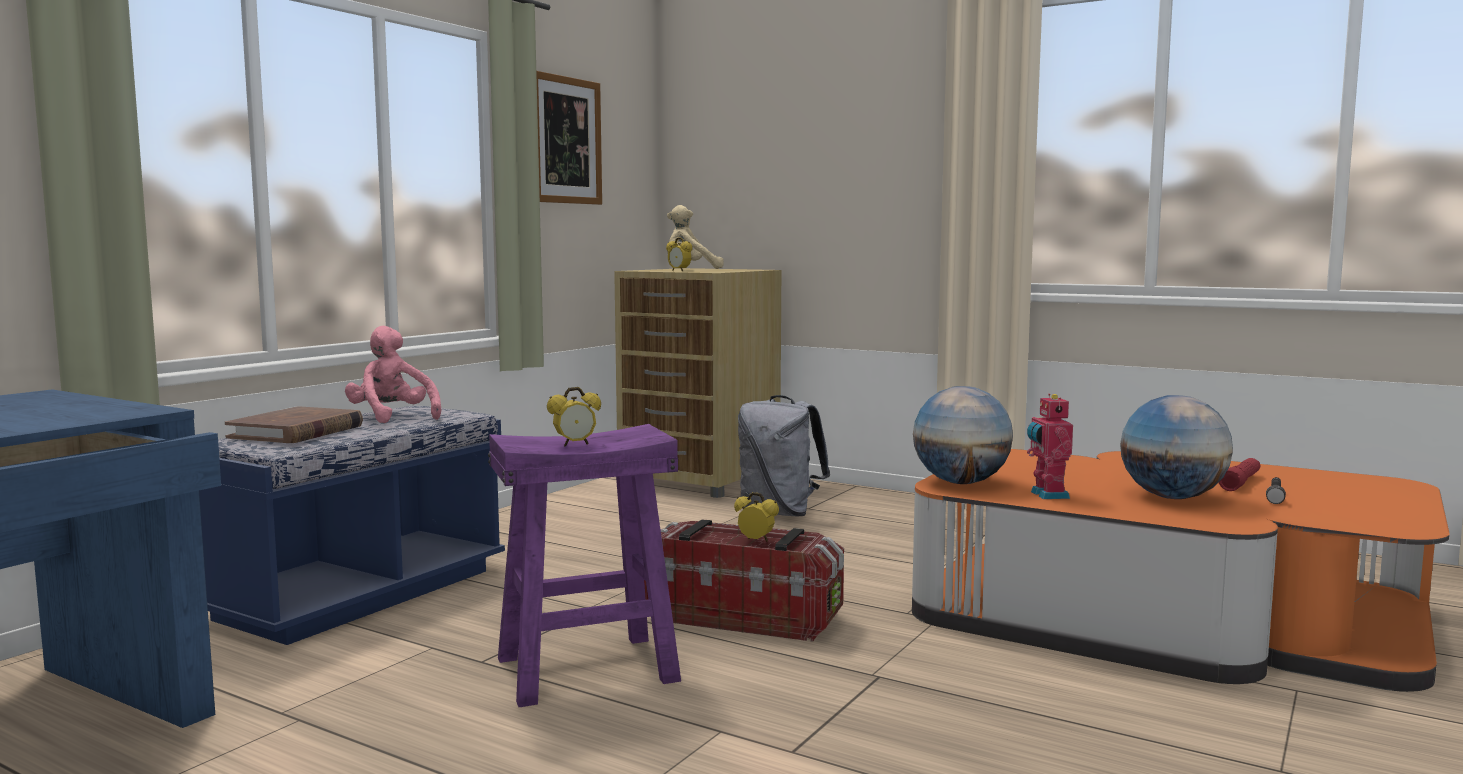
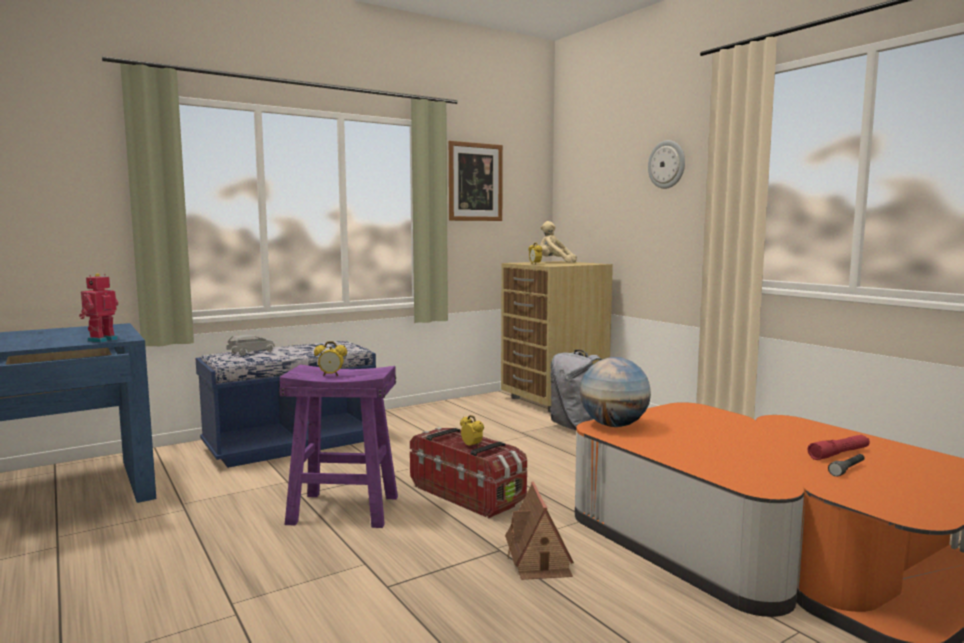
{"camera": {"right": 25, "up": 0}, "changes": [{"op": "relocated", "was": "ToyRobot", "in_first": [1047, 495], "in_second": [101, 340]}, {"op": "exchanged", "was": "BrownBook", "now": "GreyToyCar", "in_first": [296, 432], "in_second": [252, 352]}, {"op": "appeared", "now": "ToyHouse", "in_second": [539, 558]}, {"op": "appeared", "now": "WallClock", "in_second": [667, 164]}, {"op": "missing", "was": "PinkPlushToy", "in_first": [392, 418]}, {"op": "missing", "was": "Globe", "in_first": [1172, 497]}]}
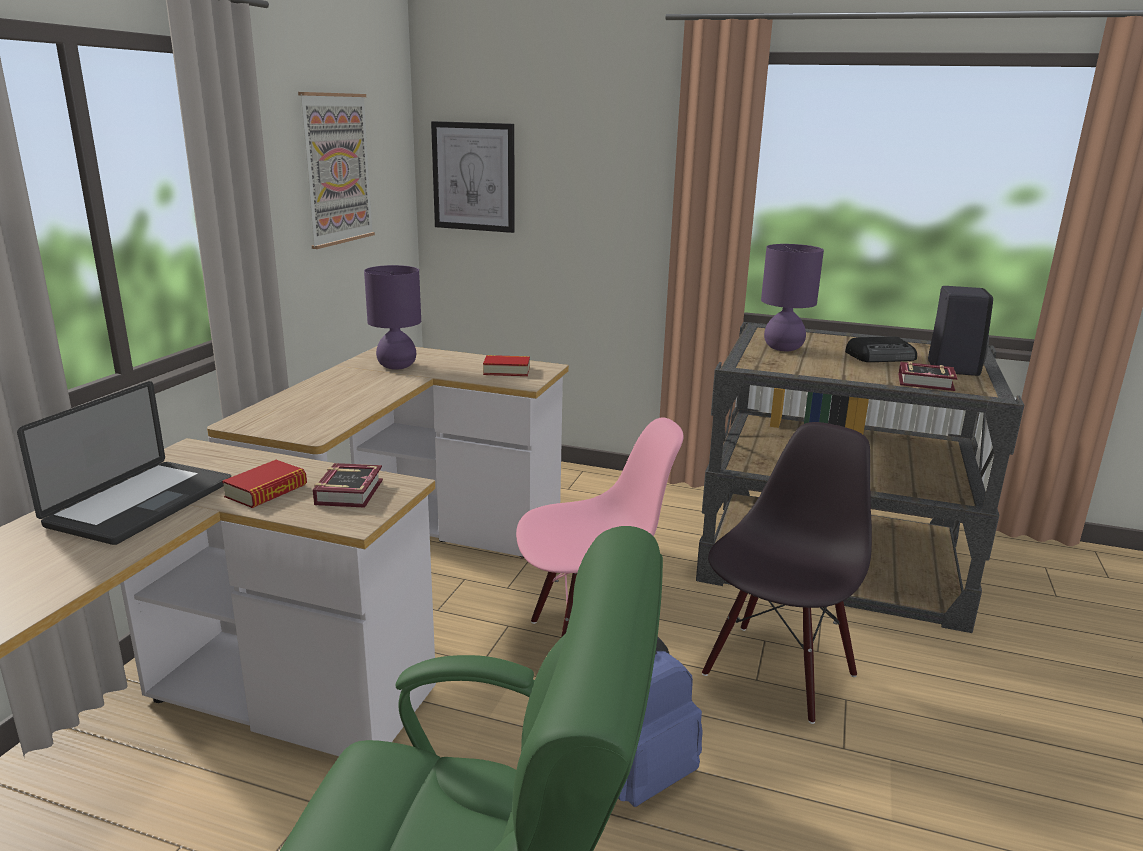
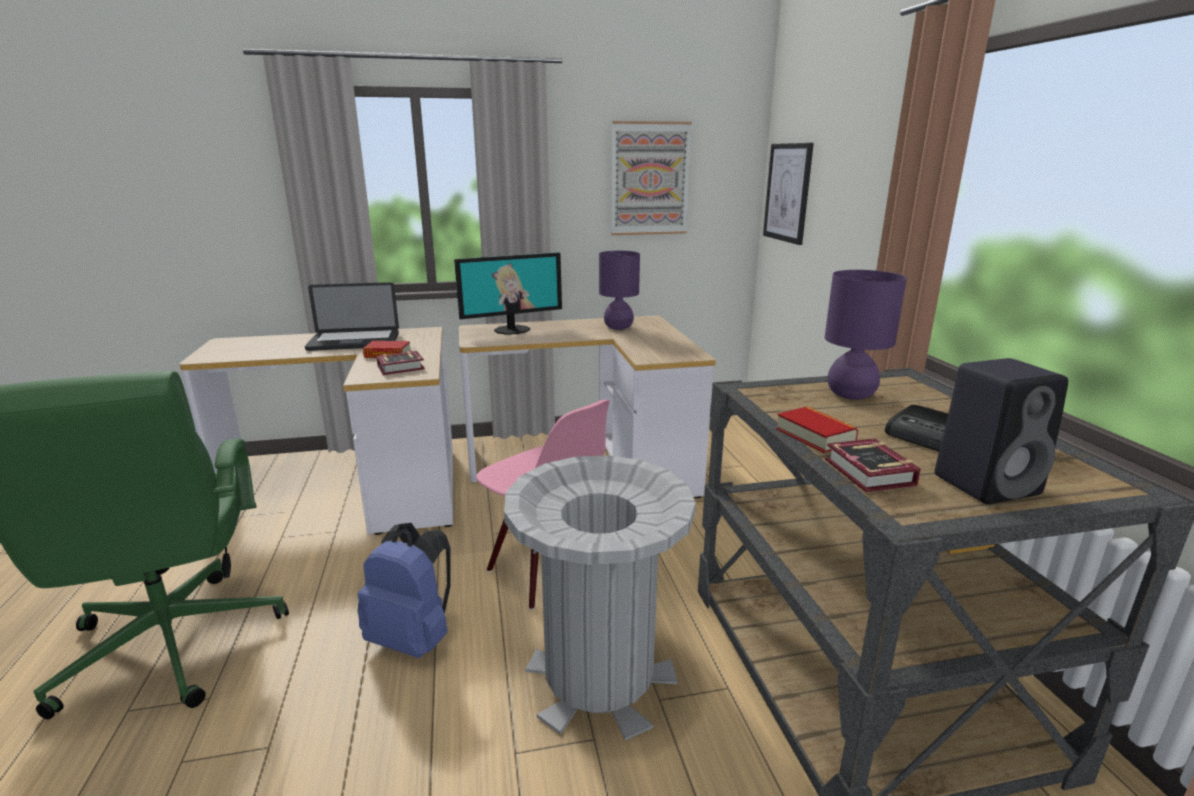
{"camera": {"right": 60, "up": 0}, "changes": [{"op": "appeared", "now": "Monitor", "in_second": [512, 330]}, {"op": "exchanged", "was": "BlackChair", "now": "GreyTrashCan", "in_first": [777, 672], "in_second": [599, 679]}, {"op": "relocated", "was": "Book", "in_first": [506, 371], "in_second": [815, 436]}]}
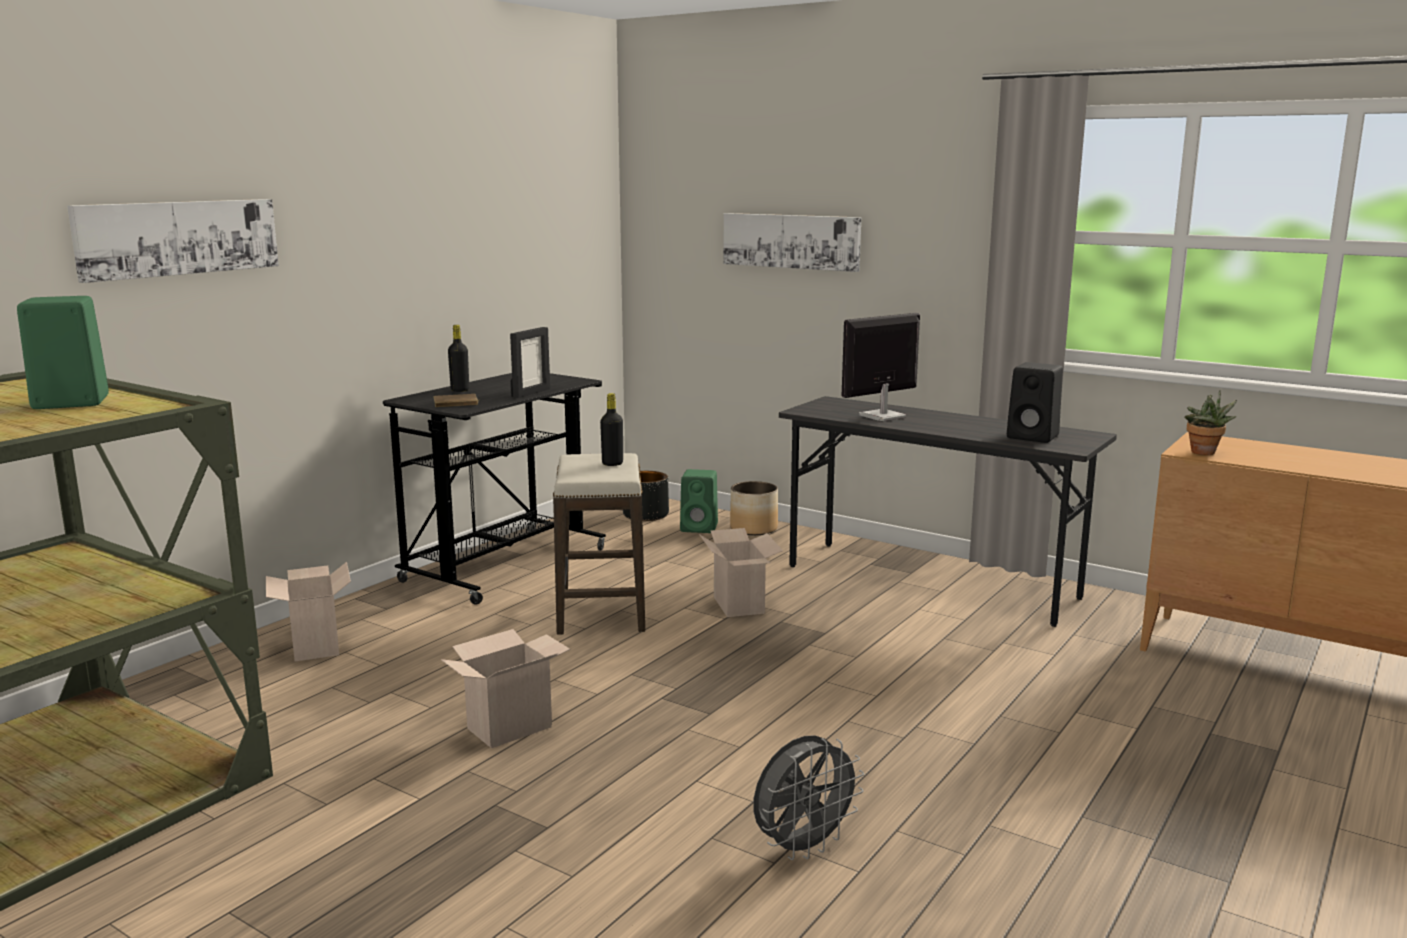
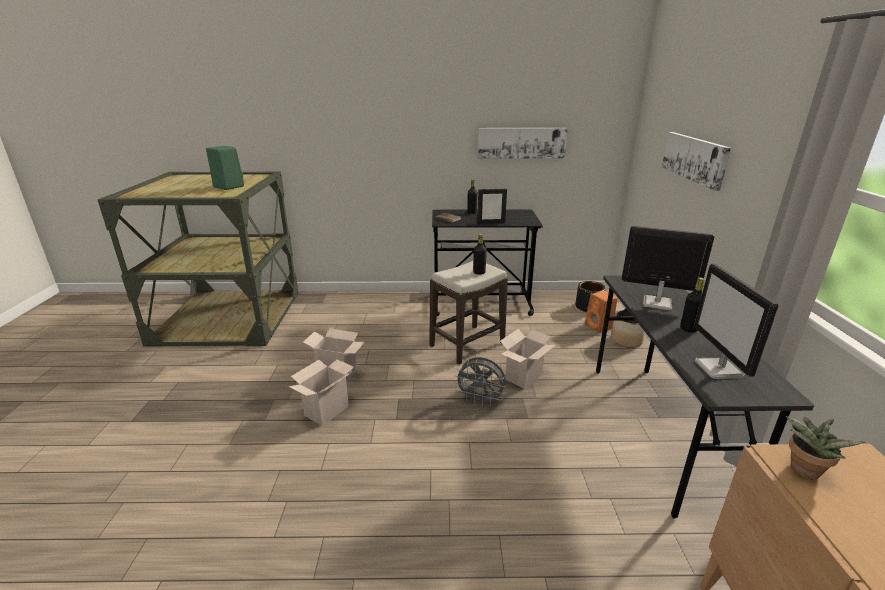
{"camera": {"right": 55, "up": 10}, "changes": [{"op": "relocated", "was": "CardboardBox", "in_first": [313, 646], "in_second": [327, 410]}, {"op": "relocated", "was": "GreyFan", "in_first": [803, 847], "in_second": [480, 401]}, {"op": "relocated", "was": "Picture", "in_first": [178, 238], "in_second": [521, 143]}, {"op": "colour", "was": "GreenSpeaker", "now": "OrangeSpeaker", "in_first": [700, 528], "in_second": [599, 326]}, {"op": "appeared", "now": "BlackBottle", "in_second": [688, 329]}, {"op": "exchanged", "was": "BlackSpeaker", "now": "Monitor", "in_first": [1034, 437], "in_second": [719, 369]}]}
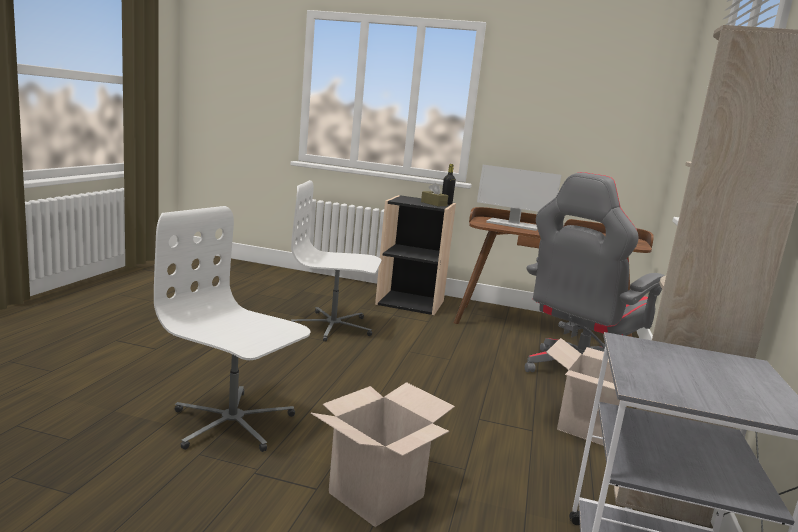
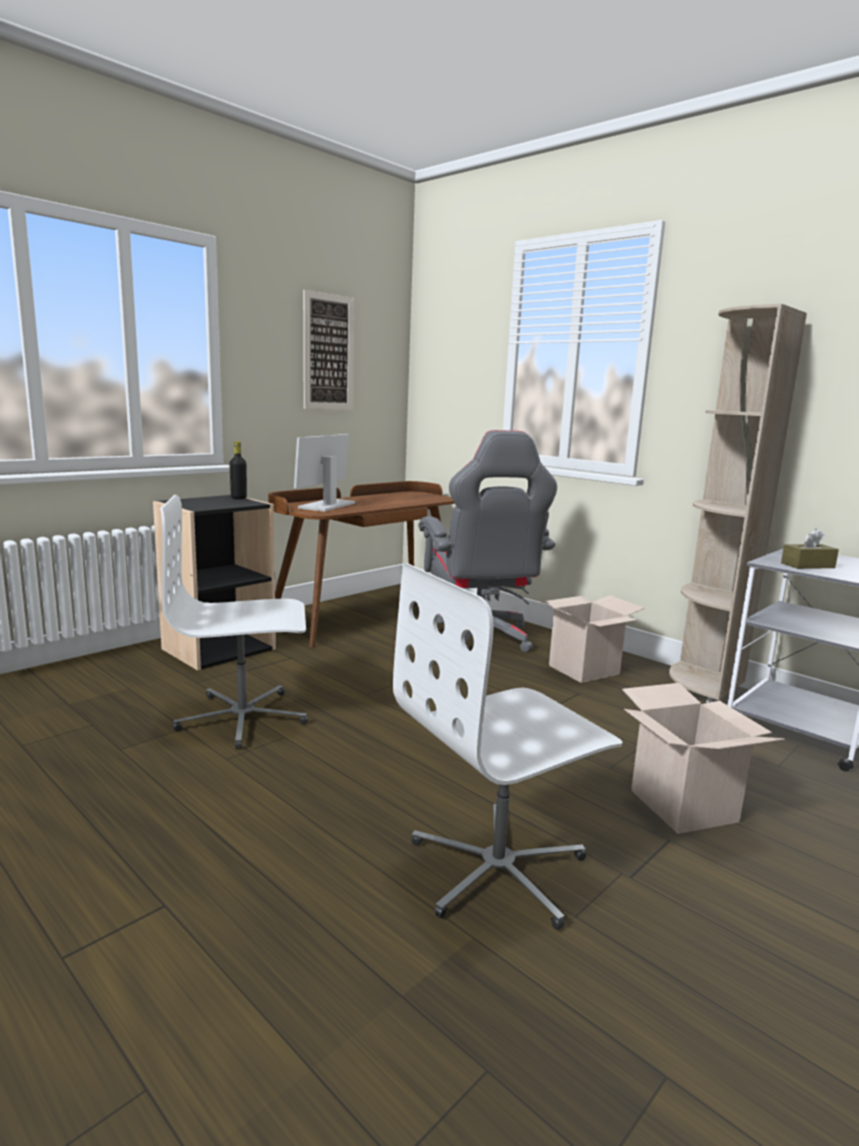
{"camera": {"right": -60, "up": 0}, "changes": [{"op": "spun", "was": "WhiteOfficeChair", "in_first": [333, 326], "in_second": [243, 718], "clockwise": 45}, {"op": "spun", "was": "Monitor", "in_first": [512, 225], "in_second": [327, 505], "clockwise": 150}, {"op": "appeared", "now": "Picture", "in_second": [328, 352]}, {"op": "relocated", "was": "BrownTissueBox", "in_first": [433, 204], "in_second": [807, 565]}]}
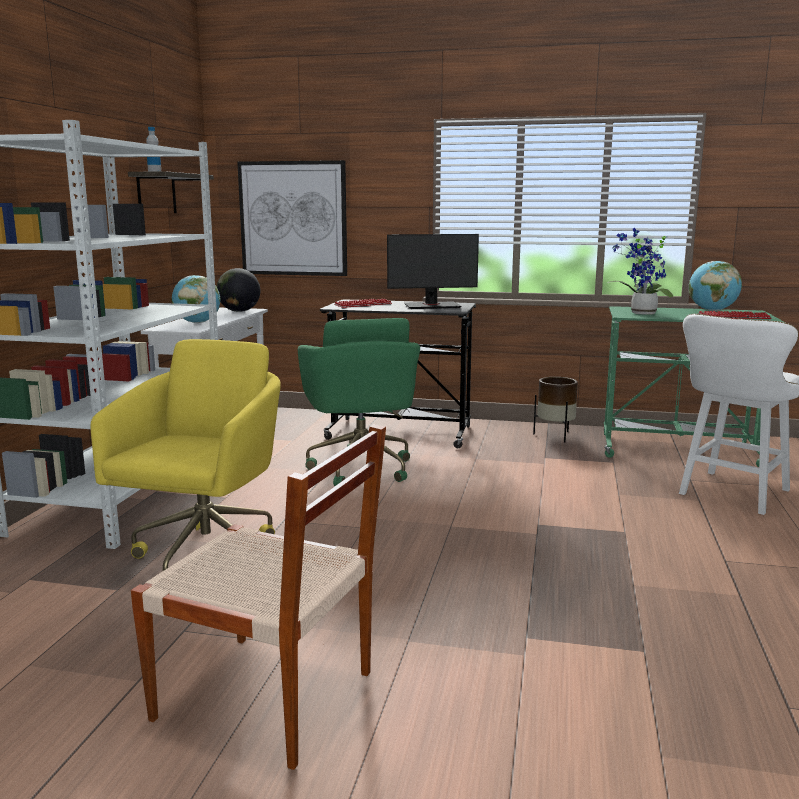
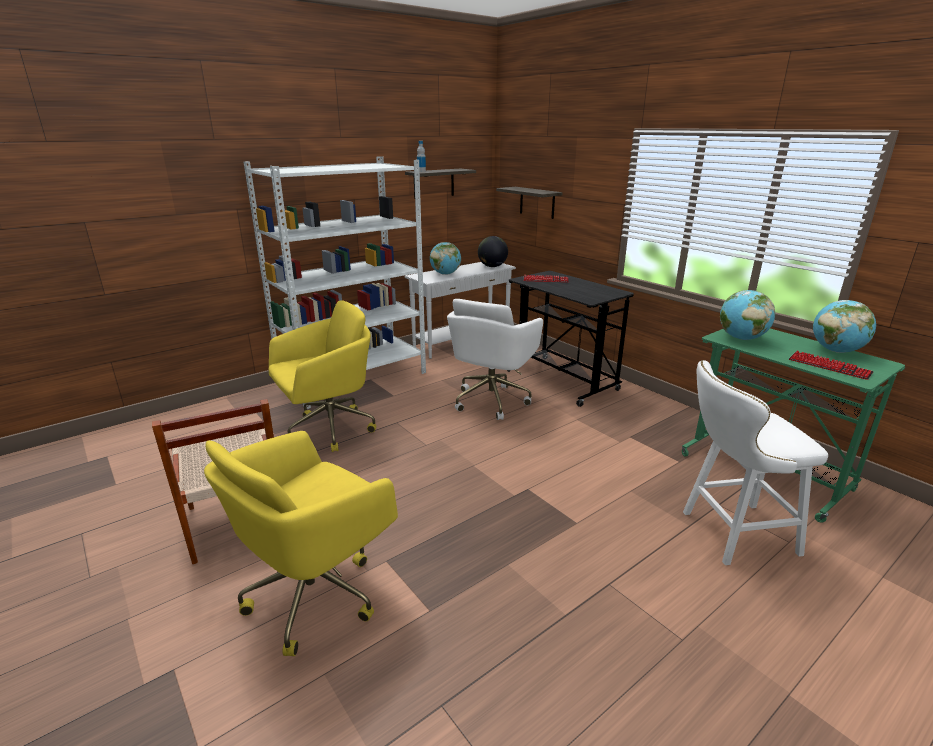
{"camera": {"right": 40, "up": 10}, "changes": [{"op": "appeared", "now": "YellowOfficeChair", "in_second": [318, 594]}, {"op": "colour", "was": "GreenOfficeChair", "now": "WhiteOfficeChair", "in_first": [360, 467], "in_second": [492, 400]}, {"op": "exchanged", "was": "Picture", "now": "Shelf", "in_first": [293, 218], "in_second": [537, 202]}, {"op": "exchanged", "was": "PottedPlant", "now": "Globe", "in_first": [640, 313], "in_second": [741, 338]}, {"op": "missing", "was": "Monitor", "in_first": [432, 306]}, {"op": "missing", "was": "BrownPlanter", "in_first": [555, 436]}]}
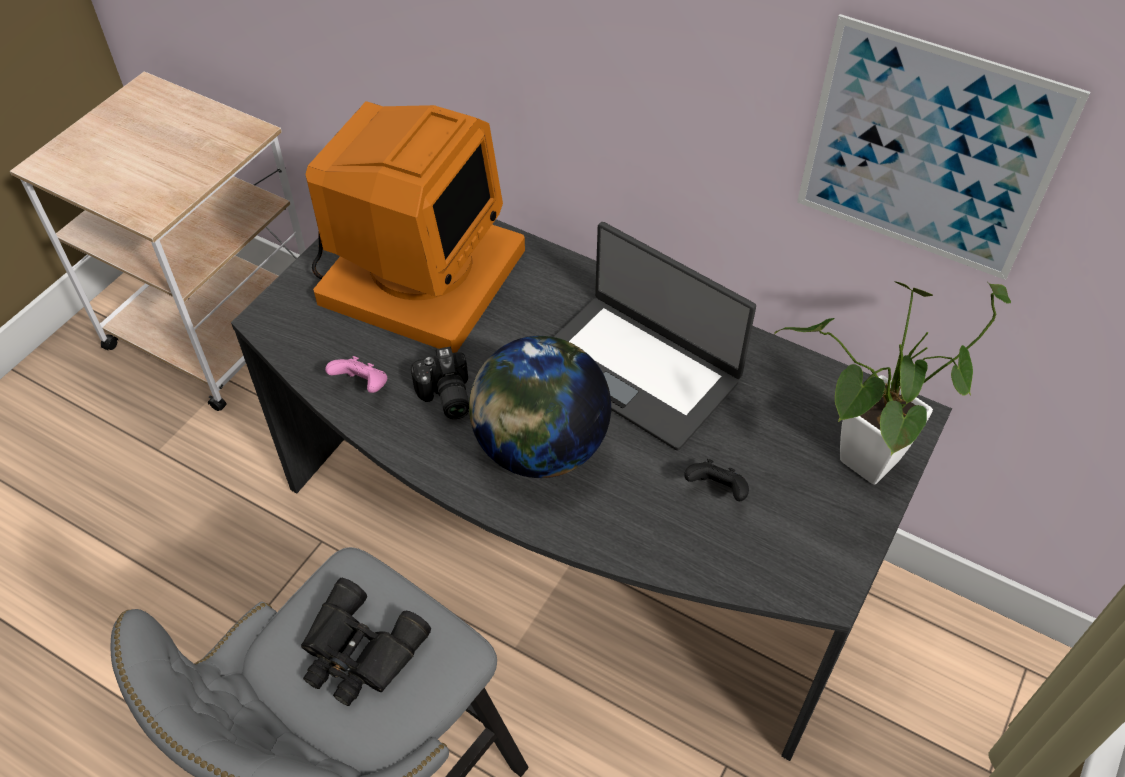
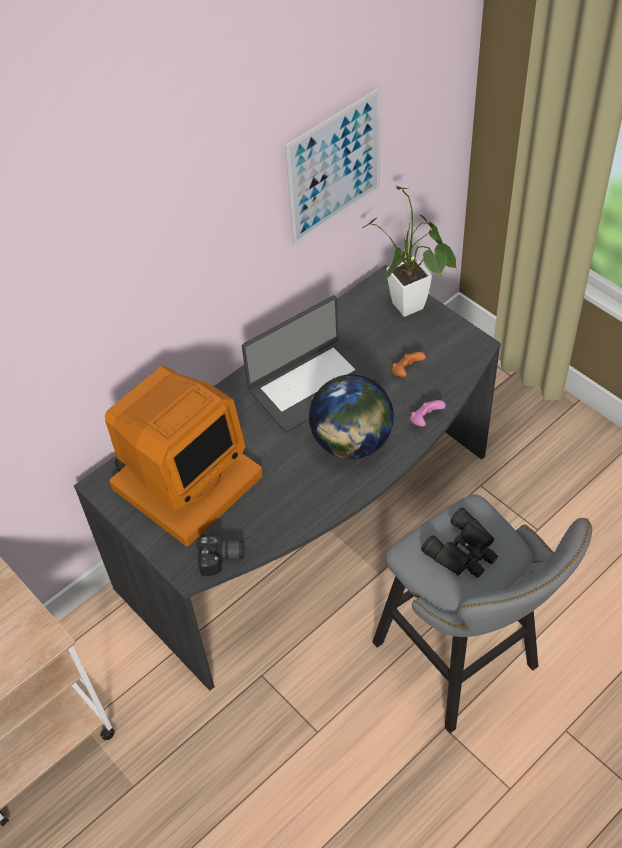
{"camera": {"right": -70, "up": 0}, "changes": [{"op": "spun", "was": "Monitor", "in_first": [419, 274], "in_second": [185, 479], "clockwise": 90}, {"op": "relocated", "was": "PhotoCamera", "in_first": [444, 397], "in_second": [222, 559]}, {"op": "colour", "was": "BlackGameController", "now": "OrangeGameController", "in_first": [716, 490], "in_second": [406, 371]}, {"op": "relocated", "was": "PinkGameController", "in_first": [362, 386], "in_second": [425, 420]}]}
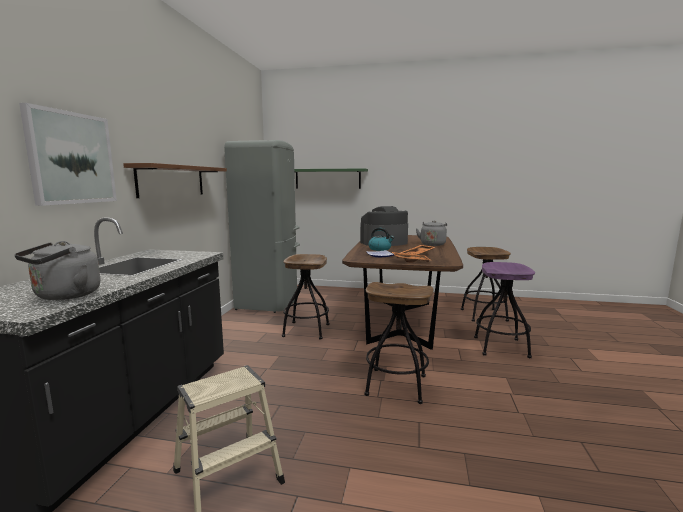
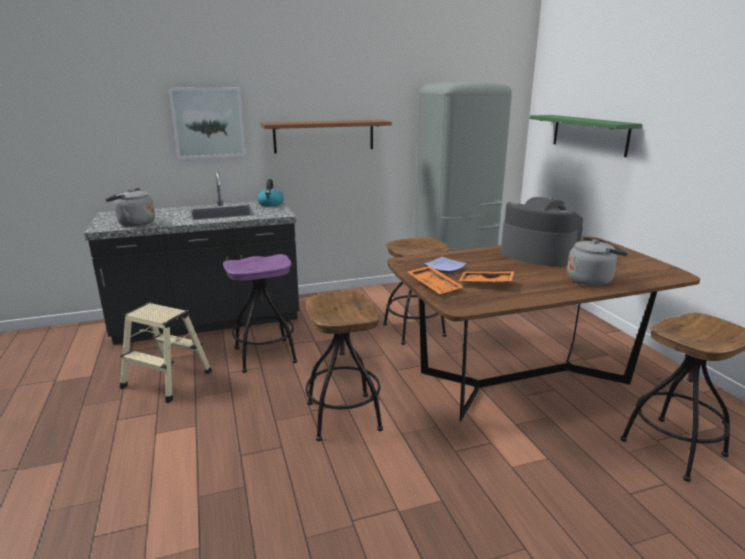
{"camera": {"right": 60, "up": 10}, "changes": [{"op": "relocated", "was": "PurpleStool", "in_first": [501, 347], "in_second": [264, 355]}, {"op": "relocated", "was": "Kettle", "in_first": [380, 249], "in_second": [271, 204]}]}
